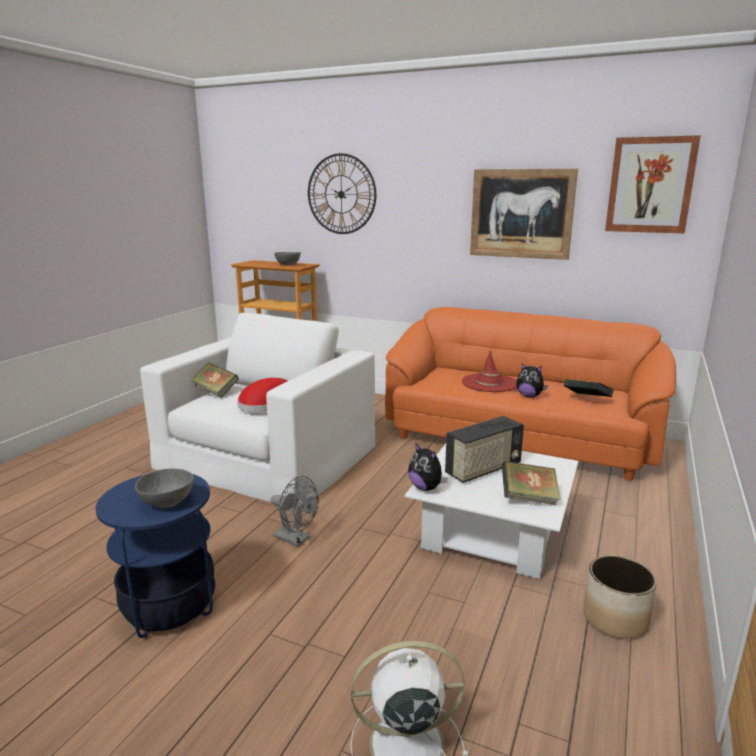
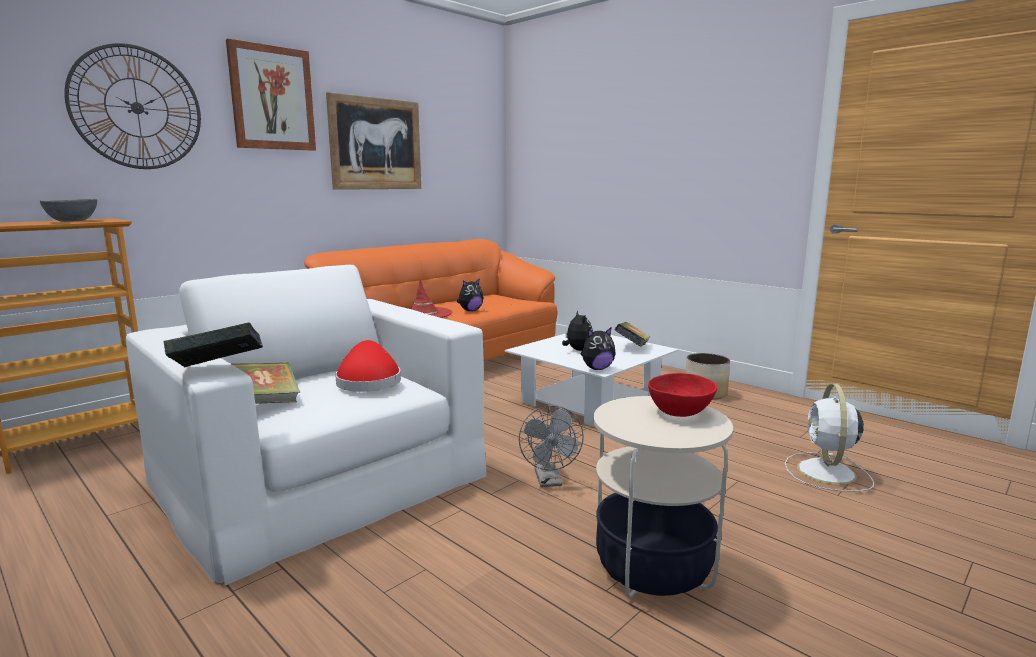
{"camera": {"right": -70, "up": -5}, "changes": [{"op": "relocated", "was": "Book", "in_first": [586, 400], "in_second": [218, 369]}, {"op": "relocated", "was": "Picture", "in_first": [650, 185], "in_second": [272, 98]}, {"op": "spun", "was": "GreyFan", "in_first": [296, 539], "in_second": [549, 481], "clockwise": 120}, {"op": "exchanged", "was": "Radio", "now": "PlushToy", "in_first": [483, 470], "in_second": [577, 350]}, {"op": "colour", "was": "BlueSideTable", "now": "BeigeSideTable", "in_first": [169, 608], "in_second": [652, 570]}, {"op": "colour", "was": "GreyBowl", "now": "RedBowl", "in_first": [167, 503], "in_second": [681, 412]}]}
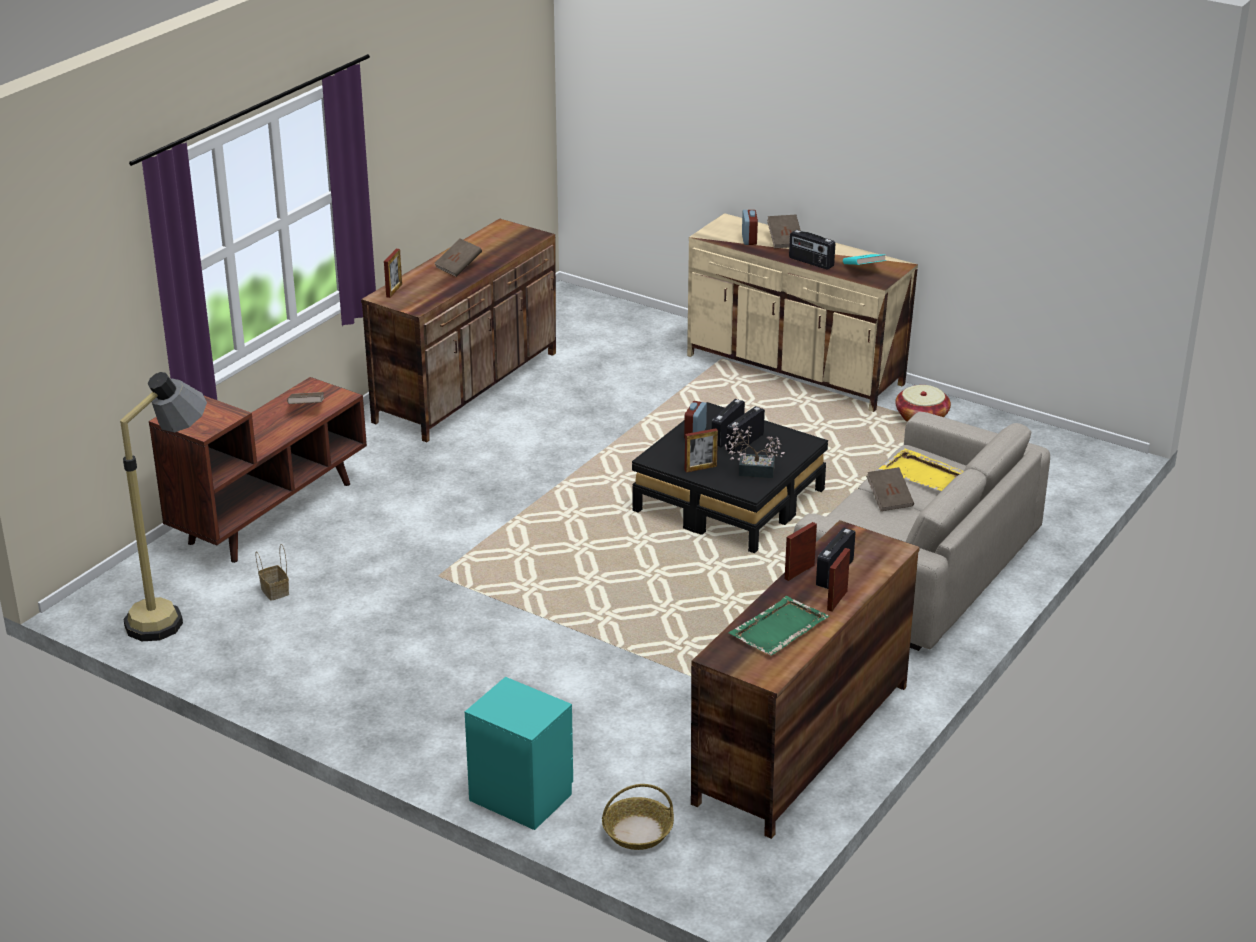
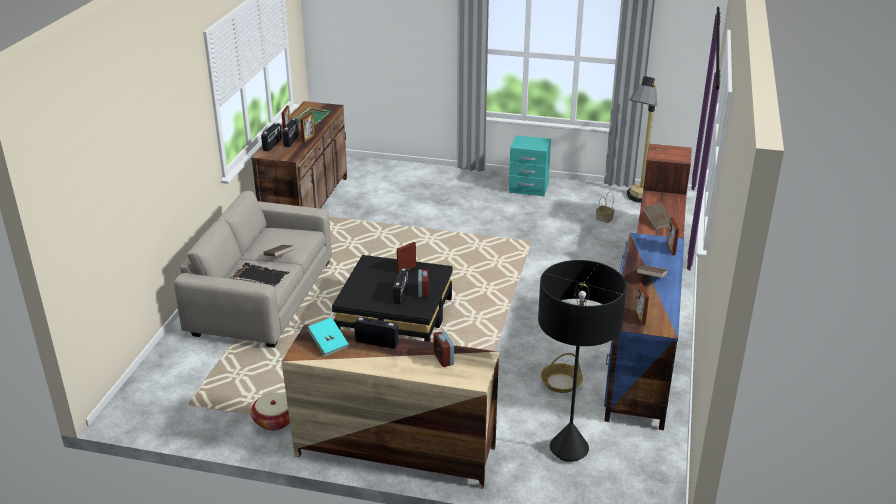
{"camera": {"right": 160, "up": 0}, "changes": [{"op": "colour", "was": "YellowTray", "now": "BlackTray", "in_first": [924, 474], "in_second": [259, 276]}, {"op": "relocated", "was": "Radio", "in_first": [744, 442], "in_second": [272, 145]}, {"op": "relocated", "was": "TurquoiseNightstand", "in_first": [521, 797], "in_second": [528, 188]}, {"op": "appeared", "now": "BlackFloorLamp", "in_second": [568, 451]}, {"op": "relocated", "was": "Basket", "in_first": [638, 831], "in_second": [560, 383]}, {"op": "colour", "was": "BrownCabinet", "now": "BlueCabinet", "in_first": [469, 387], "in_second": [638, 370]}, {"op": "appeared", "now": "PictureFrame", "in_second": [640, 317]}, {"op": "missing", "was": "PottedPlant", "in_first": [751, 470]}, {"op": "missing", "was": "BrownBook", "in_first": [785, 240]}]}
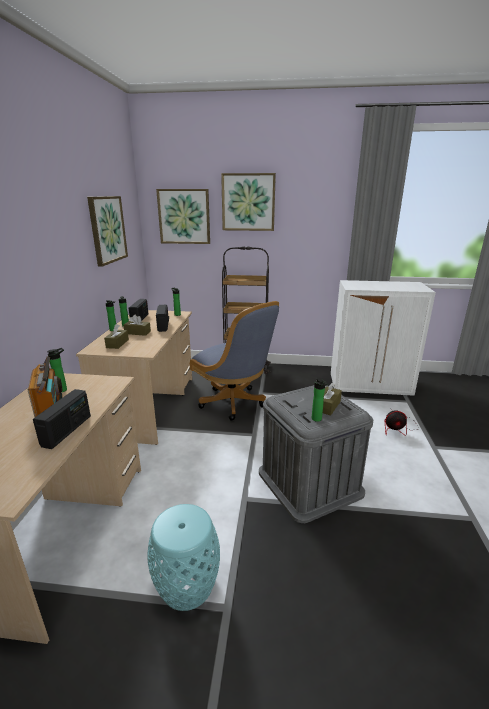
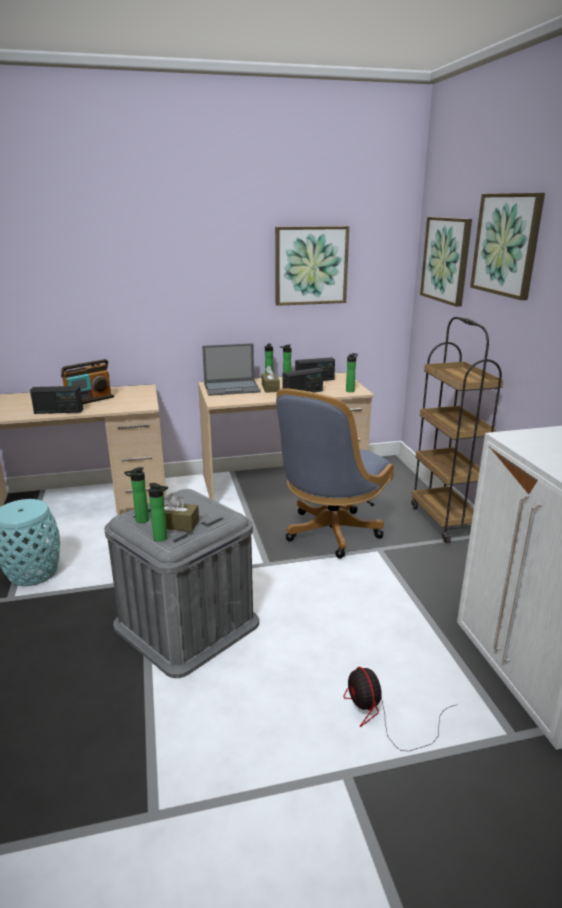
{"camera": {"right": 70, "up": 0}, "changes": [{"op": "relocated", "was": "Bottle", "in_first": [63, 389], "in_second": [162, 538]}, {"op": "exchanged", "was": "BrownTissueBox", "now": "Laptop", "in_first": [117, 343], "in_second": [232, 388]}]}
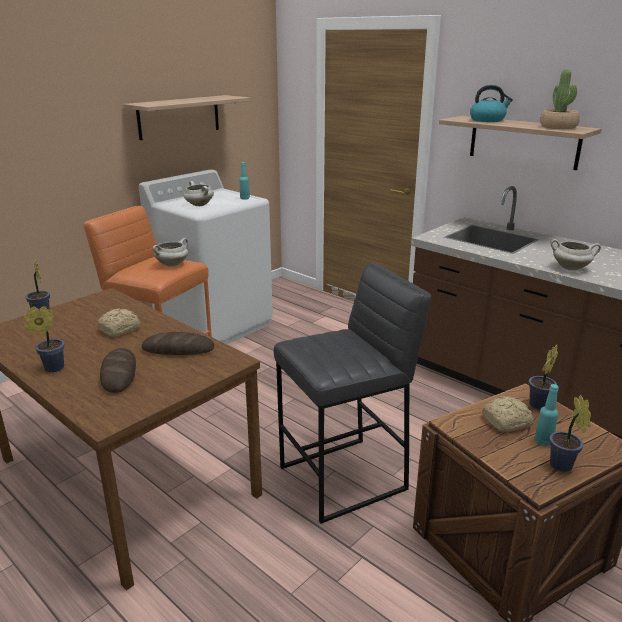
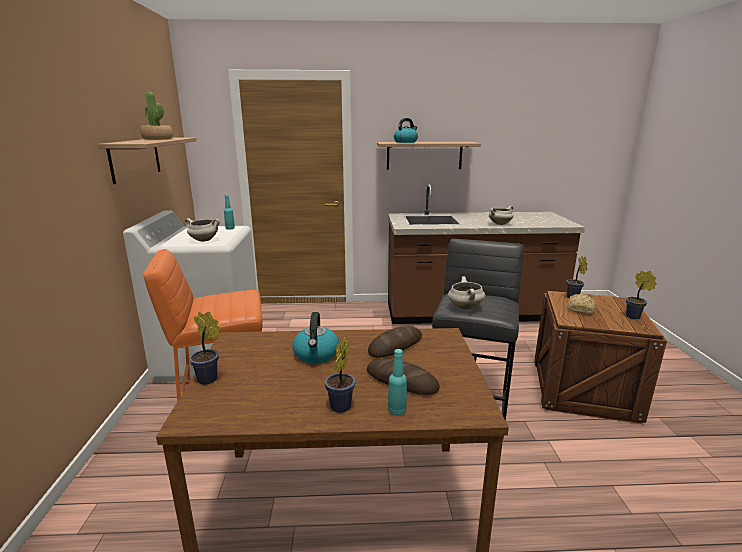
{"camera": {"right": -45, "up": -5}, "changes": [{"op": "relocated", "was": "PottedPlant", "in_first": [558, 127], "in_second": [158, 139]}, {"op": "exchanged", "was": "Bread", "now": "Kettle", "in_first": [120, 329], "in_second": [316, 354]}, {"op": "relocated", "was": "TurquoiseBottle", "in_first": [543, 441], "in_second": [396, 411]}, {"op": "relocated", "was": "WhiteCookingPot", "in_first": [172, 264], "in_second": [464, 307]}]}
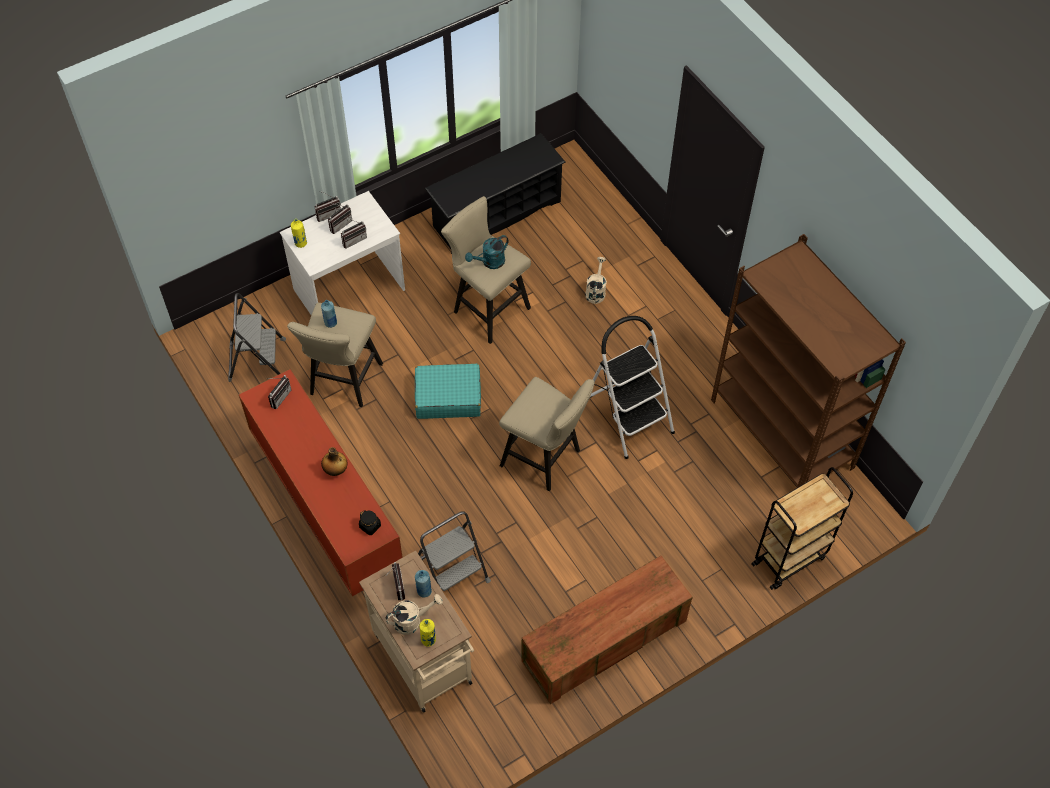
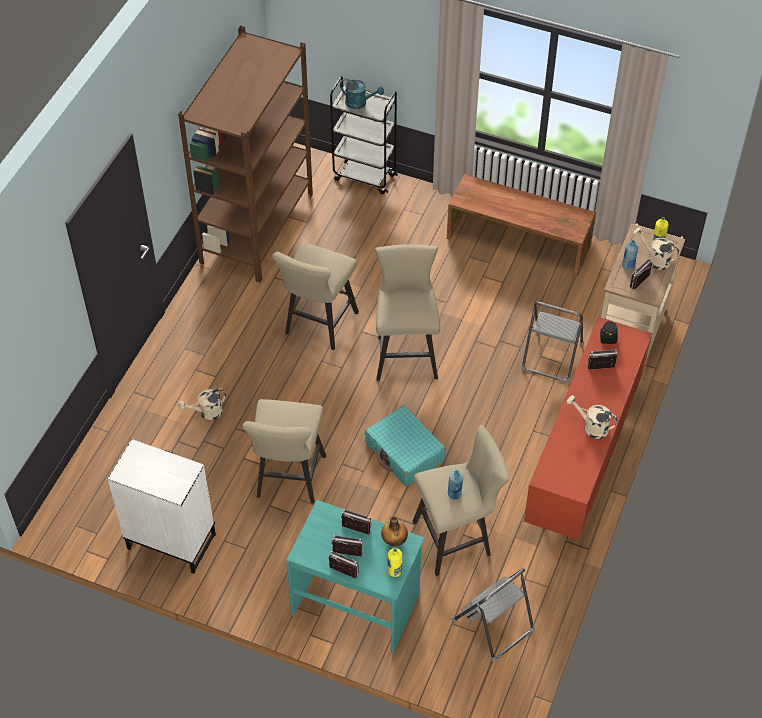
{"camera": {"right": -125, "up": -5}, "changes": [{"op": "exchanged", "was": "BlackShoeRack", "now": "WhiteDresser", "in_first": [496, 214], "in_second": [170, 541]}, {"op": "exchanged", "was": "StepLadder", "now": "BeigeStool", "in_first": [626, 414], "in_second": [318, 326]}, {"op": "colour", "was": "WhiteDesk", "now": "TurquoiseDesk", "in_first": [349, 290], "in_second": [356, 603]}, {"op": "colour", "was": "BrownCart", "now": "GreyCart", "in_first": [789, 562], "in_second": [365, 177]}, {"op": "relocated", "was": "TurquoiseWateringCan", "in_first": [490, 262], "in_second": [359, 103]}, {"op": "relocated", "was": "Bottle", "in_first": [336, 470], "in_second": [394, 540]}, {"op": "appeared", "now": "BeigeWateringCan", "in_second": [591, 427]}, {"op": "relocated", "was": "Radio", "in_first": [278, 397], "in_second": [601, 369]}]}
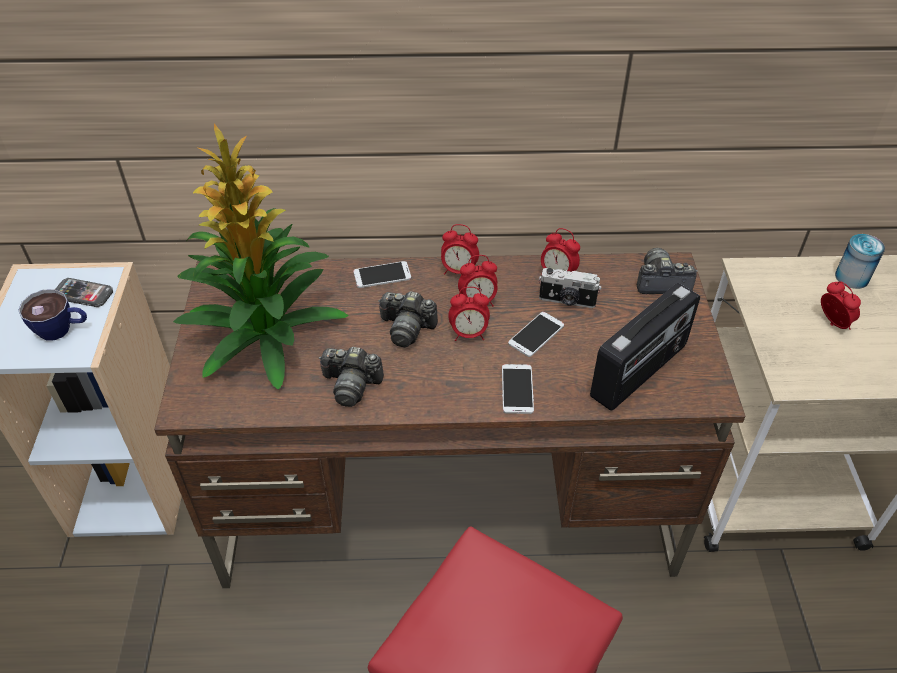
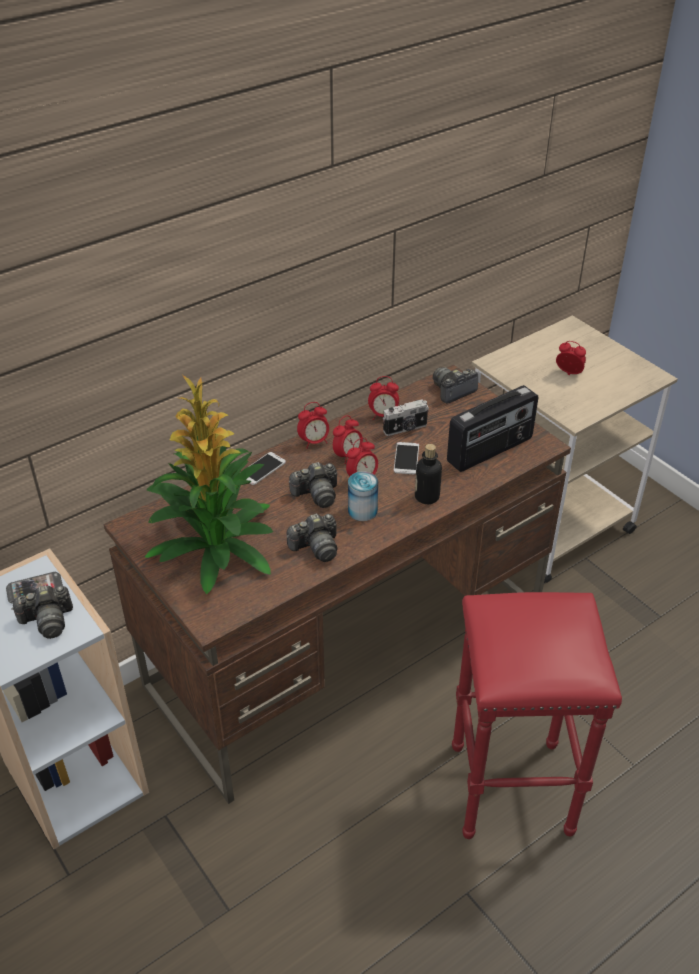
{"camera": {"right": -35, "up": -5}, "changes": [{"op": "exchanged", "was": "Cup", "now": "PhotoCamera", "in_first": [62, 329], "in_second": [48, 621]}, {"op": "relocated", "was": "Can", "in_first": [852, 277], "in_second": [362, 511]}, {"op": "exchanged", "was": "Phone", "now": "Bottle", "in_first": [517, 389], "in_second": [427, 497]}, {"op": "spun", "was": "Radio", "in_first": [640, 372], "in_second": [490, 451], "clockwise": 45}]}
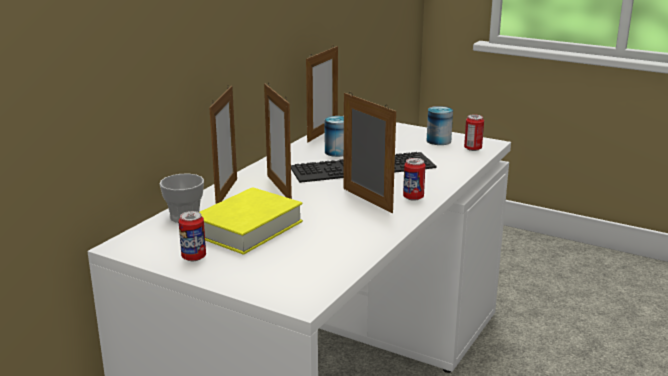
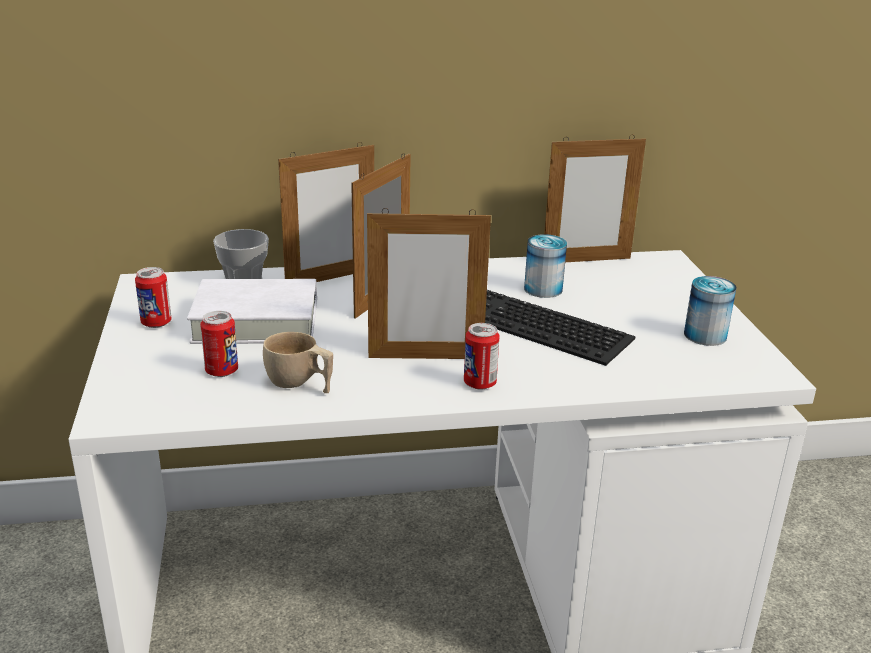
{"camera": {"right": 50, "up": 5}, "changes": [{"op": "colour", "was": "YellowBook", "now": "WhiteBook", "in_first": [247, 228], "in_second": [256, 321]}, {"op": "relocated", "was": "Can", "in_first": [472, 148], "in_second": [222, 371]}, {"op": "appeared", "now": "BeigeCup", "in_second": [300, 384]}, {"op": "spun", "was": "PictureFrame", "in_first": [367, 200], "in_second": [425, 358], "clockwise": 75}]}
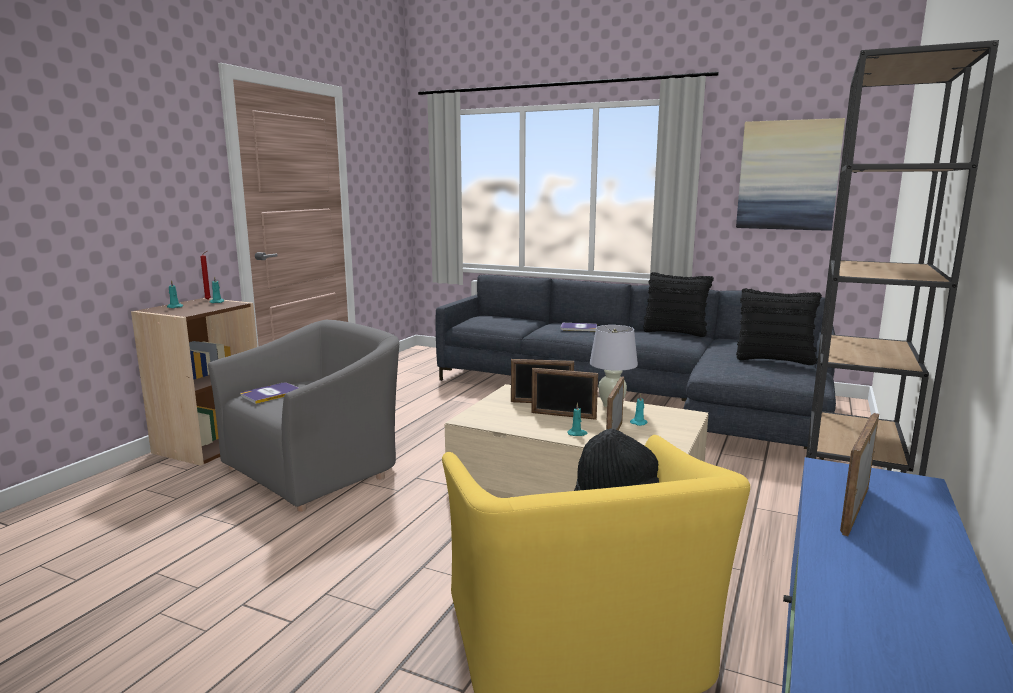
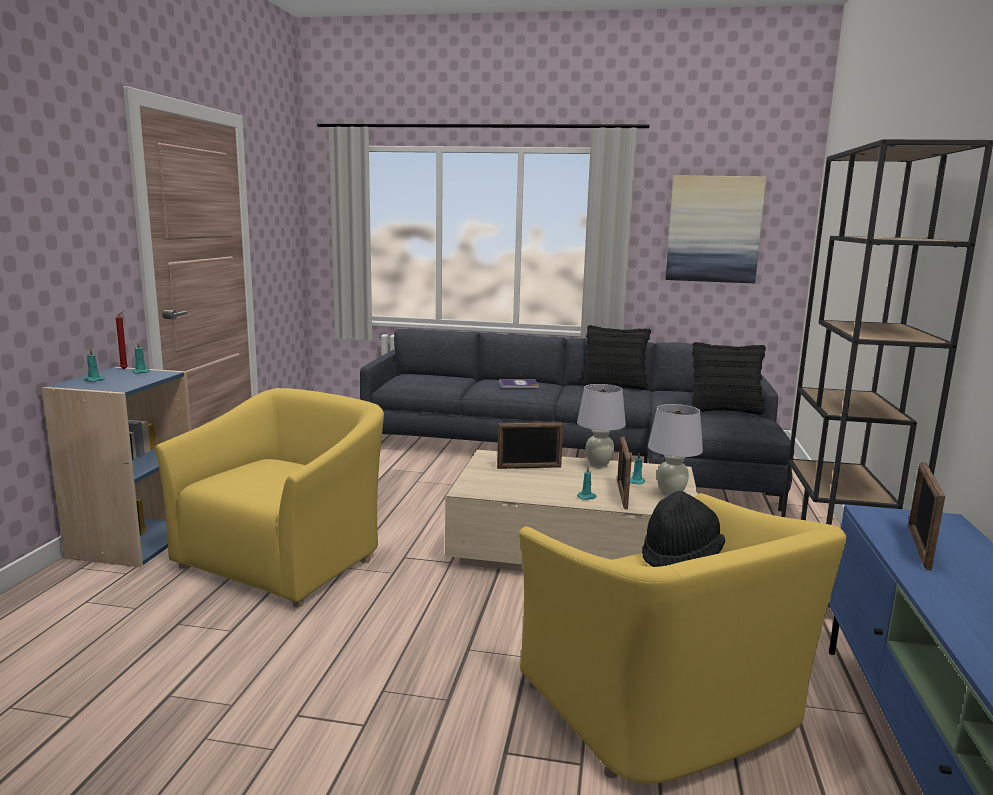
{"camera": {"right": -15, "up": 0}, "changes": [{"op": "colour", "was": "BrownBookcase", "now": "BlueBookcase", "in_first": [210, 443], "in_second": [134, 540]}, {"op": "colour", "was": "GreyArmchair", "now": "YellowArmchair", "in_first": [316, 469], "in_second": [285, 558]}, {"op": "appeared", "now": "WhiteTableLamp", "in_second": [670, 494]}, {"op": "missing", "was": "Book", "in_first": [271, 394]}, {"op": "missing", "was": "PictureFrame", "in_first": [563, 415]}]}
